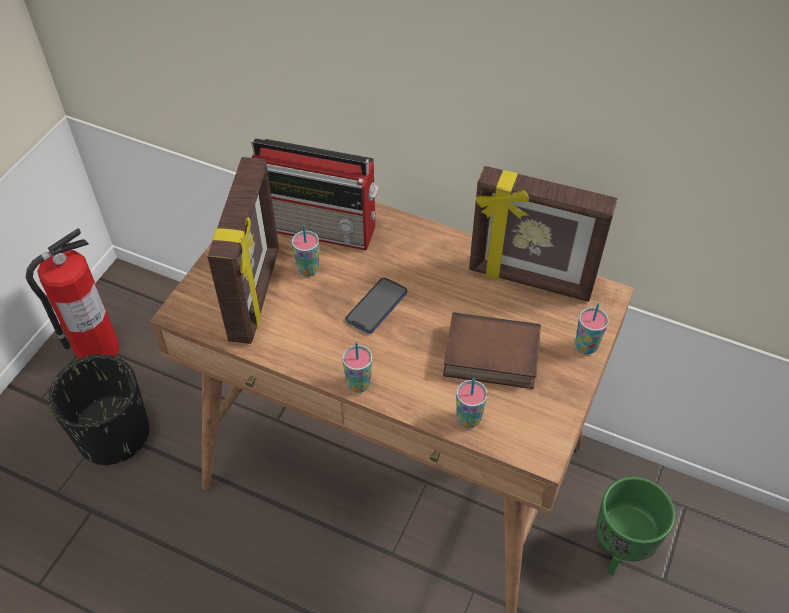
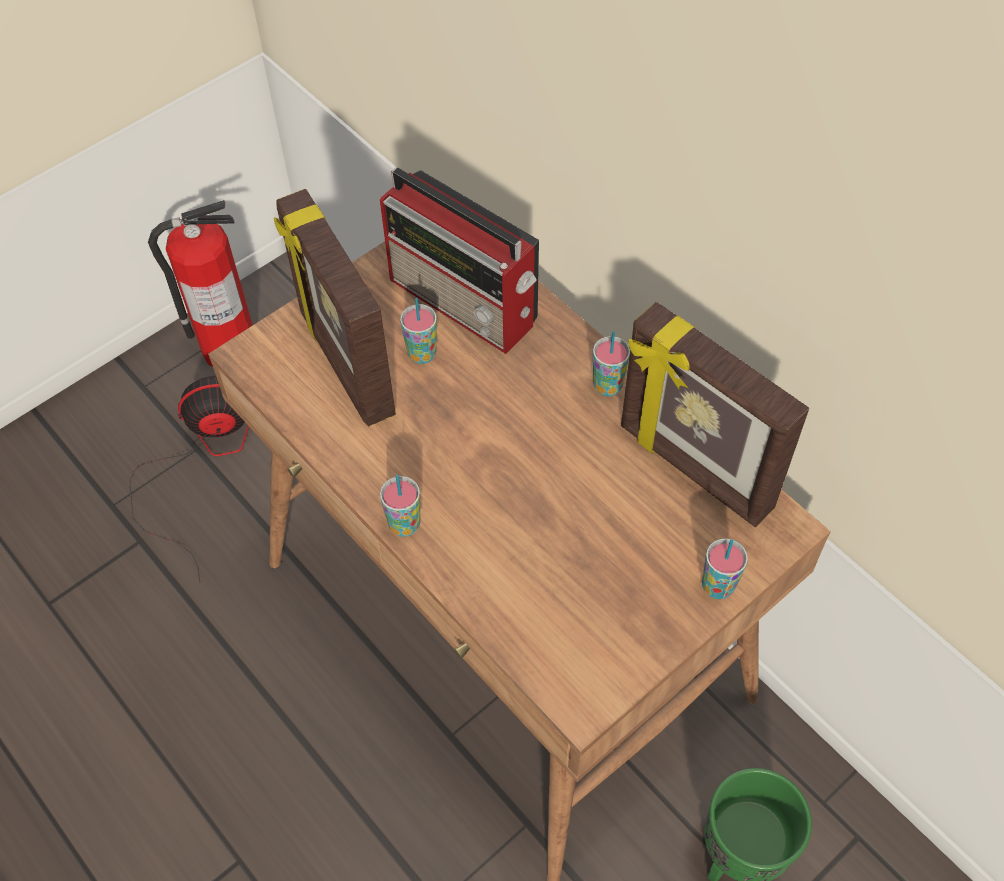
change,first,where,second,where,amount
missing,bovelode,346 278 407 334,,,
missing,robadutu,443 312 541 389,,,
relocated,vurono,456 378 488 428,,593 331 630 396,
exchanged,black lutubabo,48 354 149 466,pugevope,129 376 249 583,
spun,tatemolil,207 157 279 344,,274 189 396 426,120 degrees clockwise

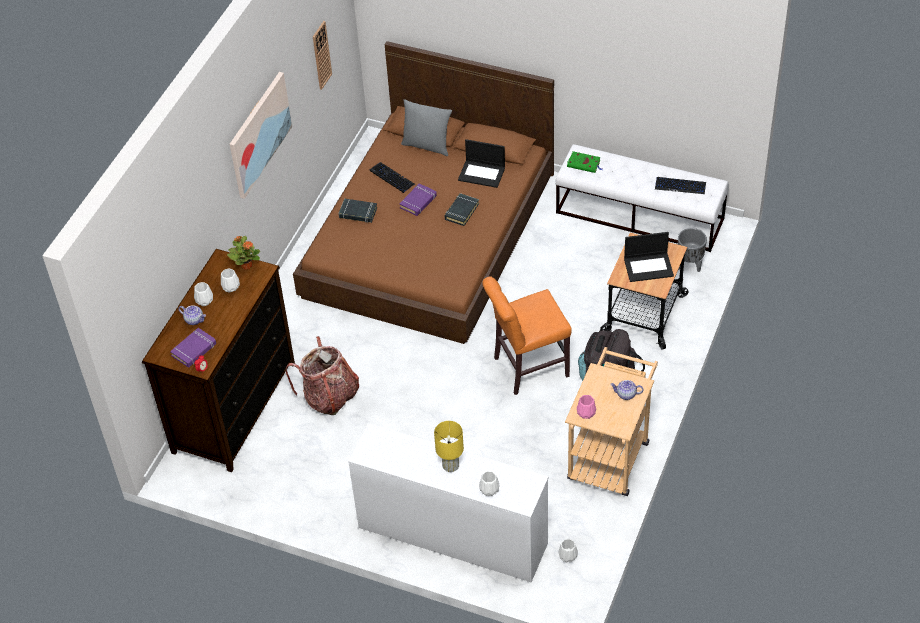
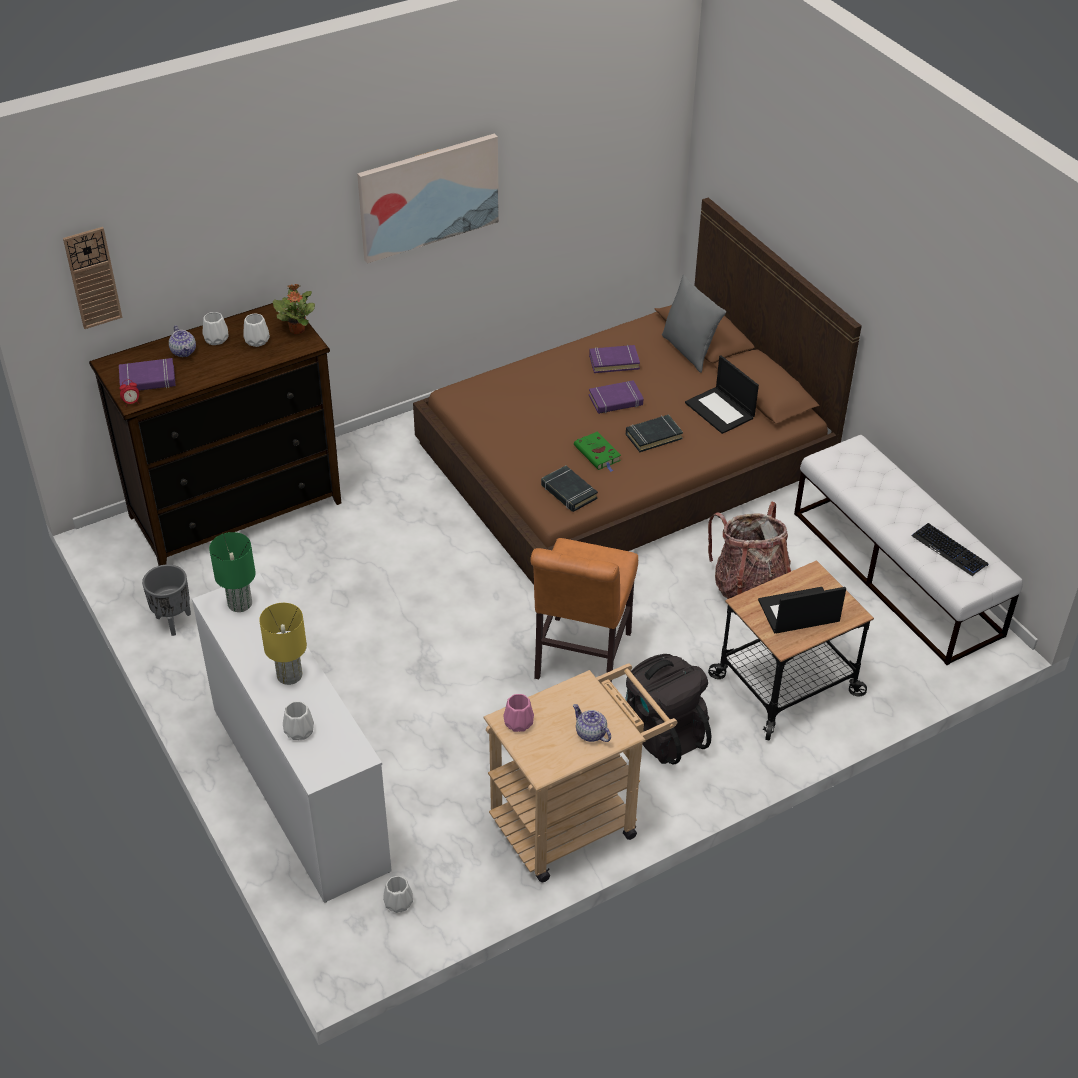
change,first,where,second,where,amount
appeared,,,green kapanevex,209 532 256 612,
relocated,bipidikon,286 336 359 415,,708 501 791 599,
relocated,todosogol,313 21 332 90,,63 227 123 329,
relocated,black robadutu,339 199 377 223,,541 465 598 512,
relocated,green robadutu,567 151 602 173,,574 432 621 472,
relocated,grey lutubabo,678 228 707 272,,142 564 191 636,
exchanged,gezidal,369 162 415 193,purple robadutu,589 345 640 373,
spun,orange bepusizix,482 276 572 395,,531 538 638 683,90 degrees counterclockwise
spun,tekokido,624 232 674 282,,758 587 846 633,135 degrees clockwise

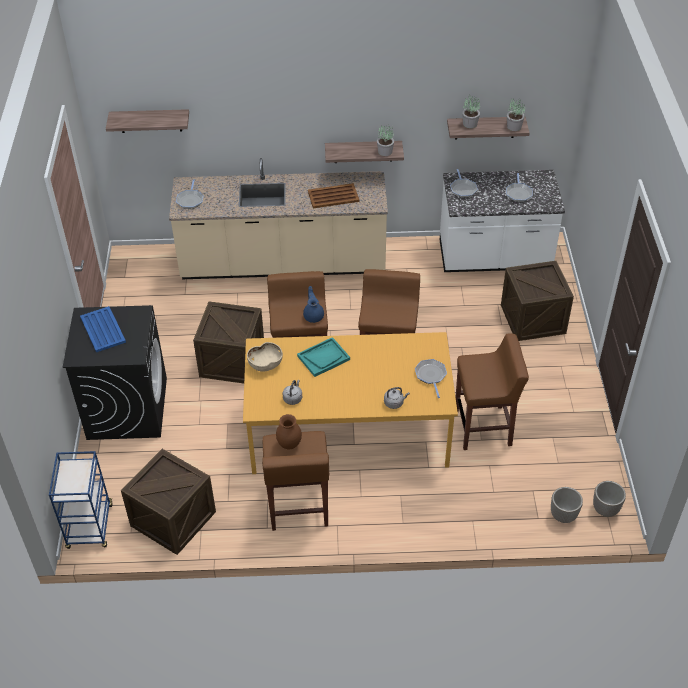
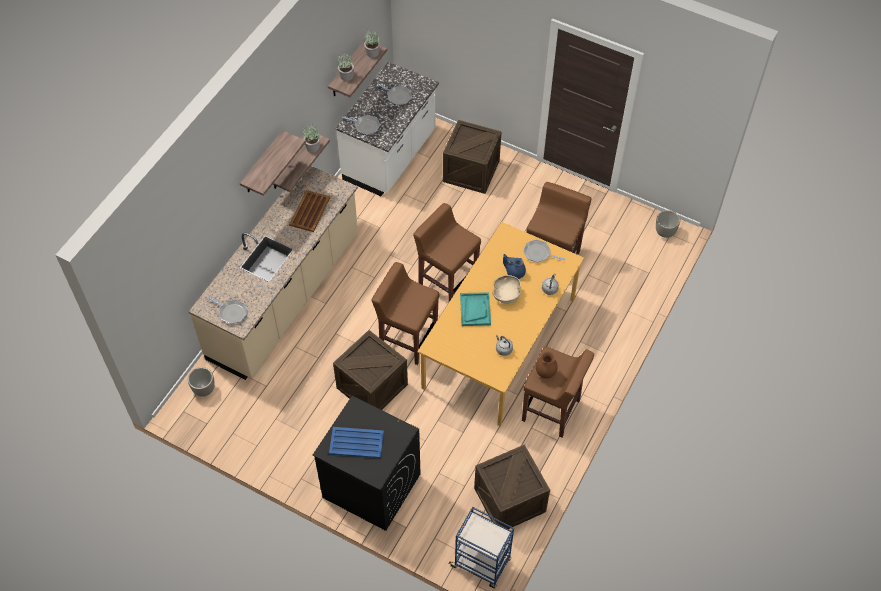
change,first,where,second,where,amount
relocated,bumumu,106 109 189 133,,240 130 306 196,
relocated,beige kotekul,247 342 283 372,,493 275 521 304,
relocated,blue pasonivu,303 286 324 323,,503 254 526 279,
relocated,lutubabo,551 487 583 523,,188 367 215 397,

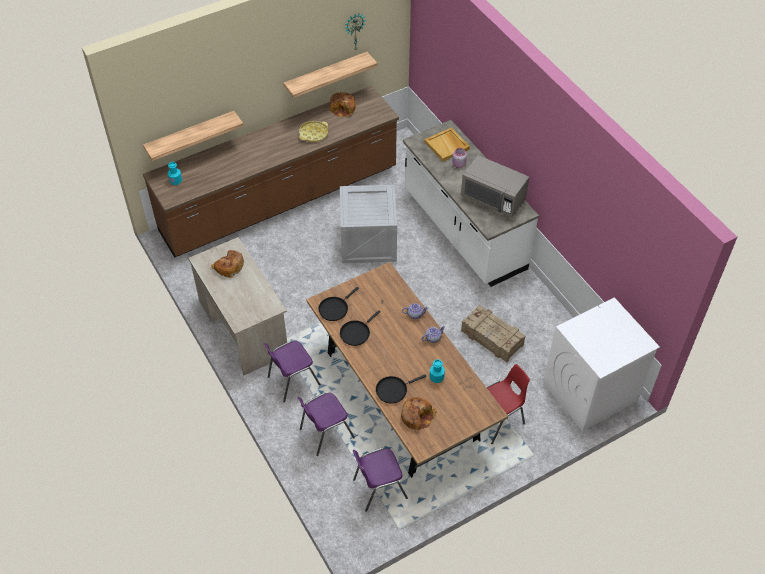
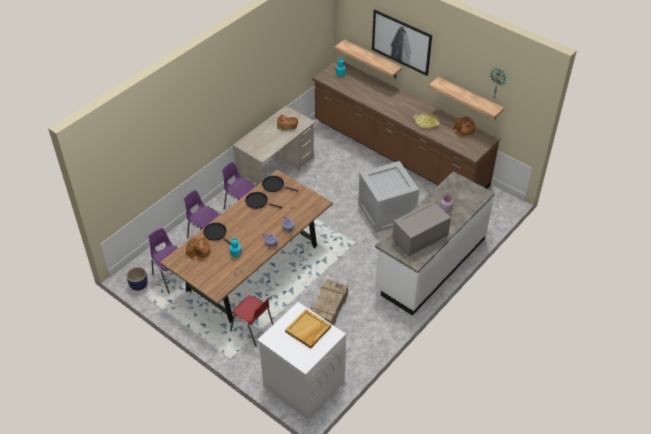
change,first,where,second,where,amount
appeared,,,lutubabo,126 267 148 291,
appeared,,,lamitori,372 9 432 76,
relocated,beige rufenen,425 128 470 162,,285 309 331 349,
spun,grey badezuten,461 155 529 217,,392 201 451 256,45 degrees clockwise

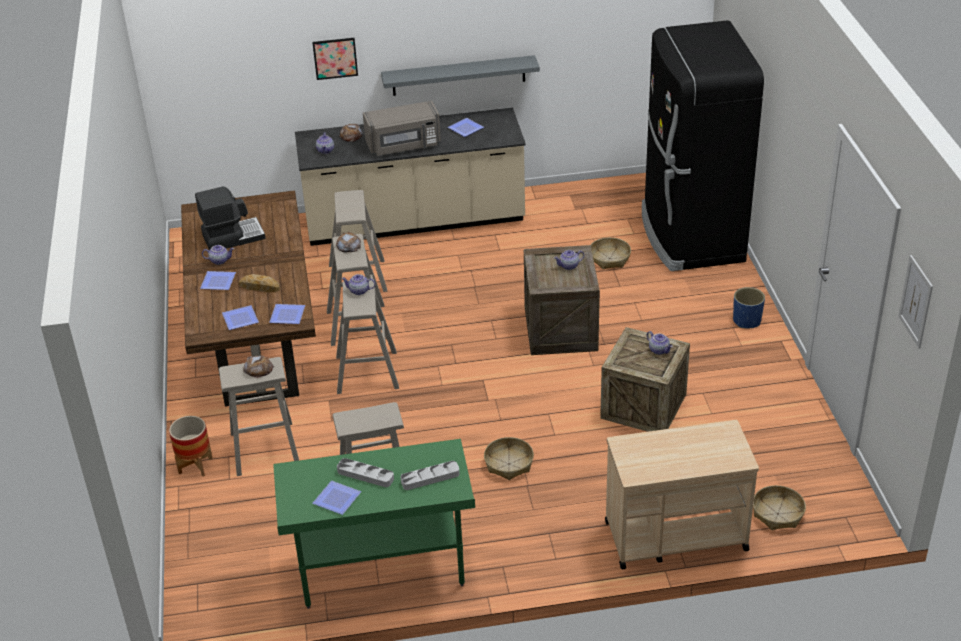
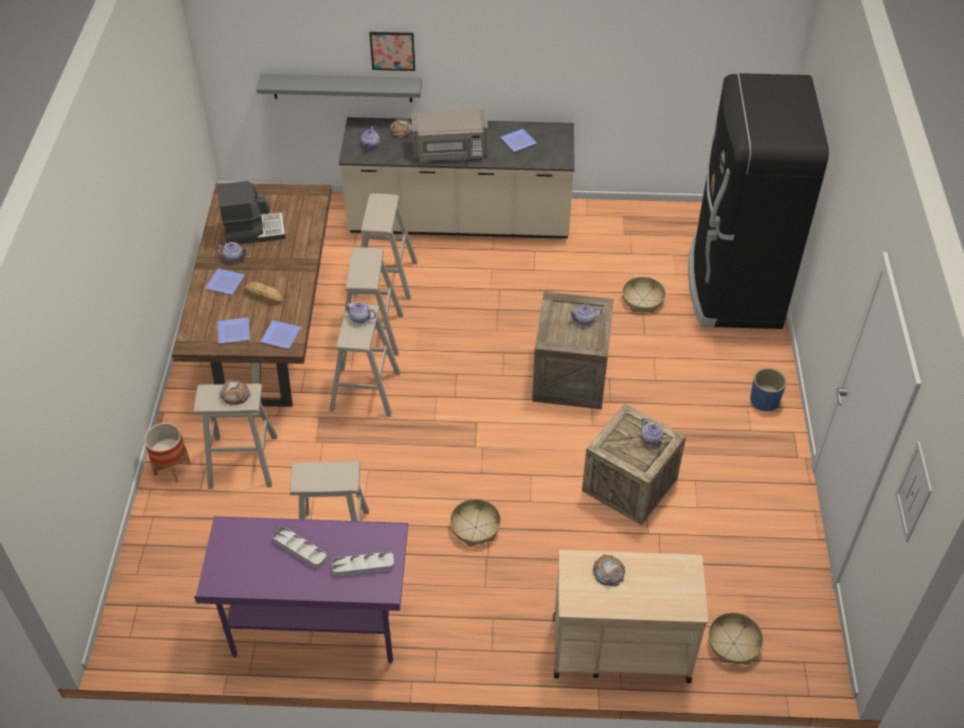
change,first,where,second,where,amount
missing,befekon,312 481 361 515,,,
relocated,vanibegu,336 232 361 253,,593 554 625 586,
relocated,grey bumumu,381 55 540 96,,256 74 422 102,
colour,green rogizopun,273 439 475 609,purple rogizopun,194 516 408 663,

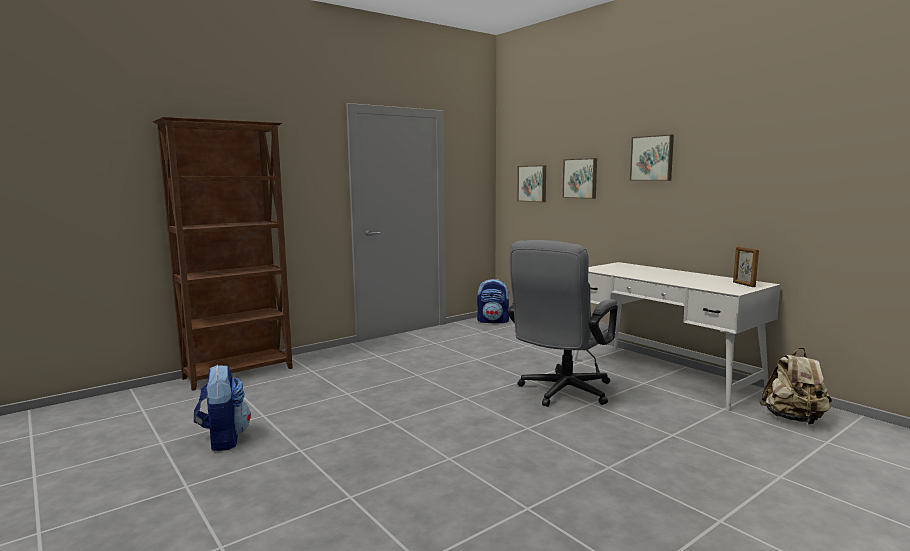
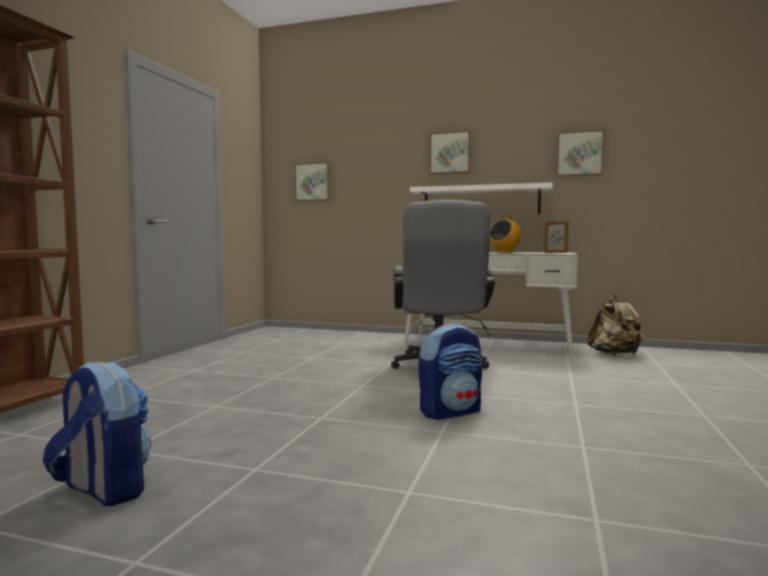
change,first,where,second,where,amount
appeared,,,white bumumu,410 183 553 214,
appeared,,,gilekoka,490 216 522 253,
relocated,bipidikon,477 279 510 323,,419 323 483 419,
relocated,lamitori,562 158 597 199,,557 130 604 176,

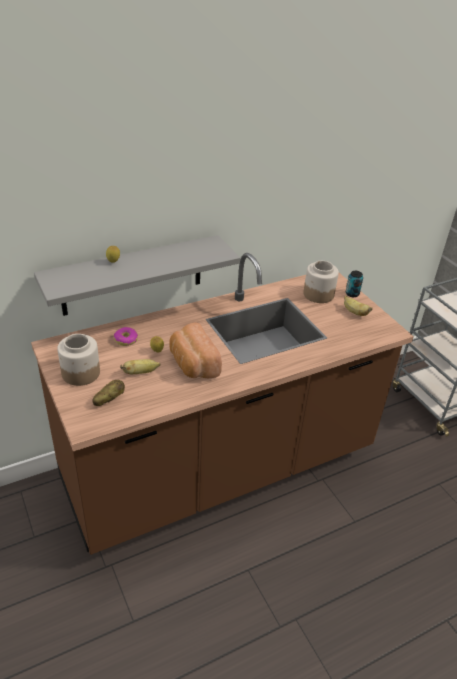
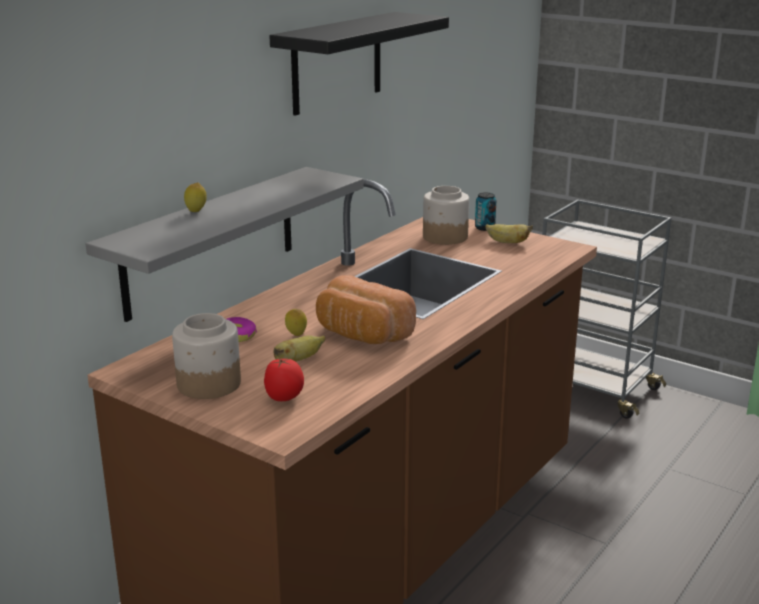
change,first,where,second,where,amount
appeared,,,black bumumu,270 12 449 115,
exchanged,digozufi,92 380 125 406,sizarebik,264 358 304 401,

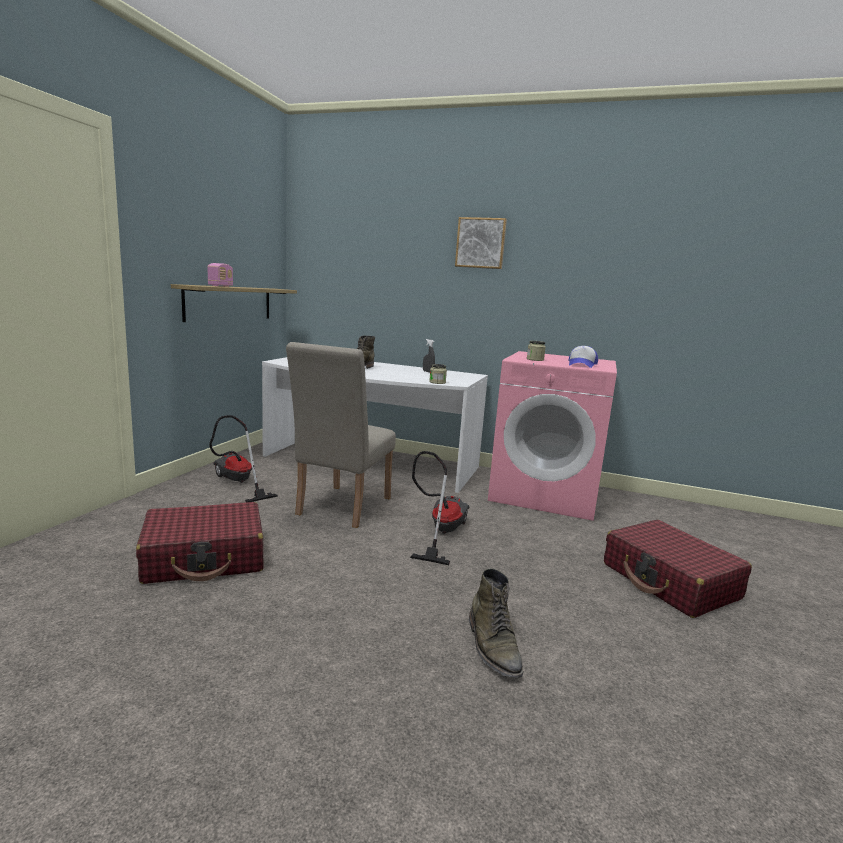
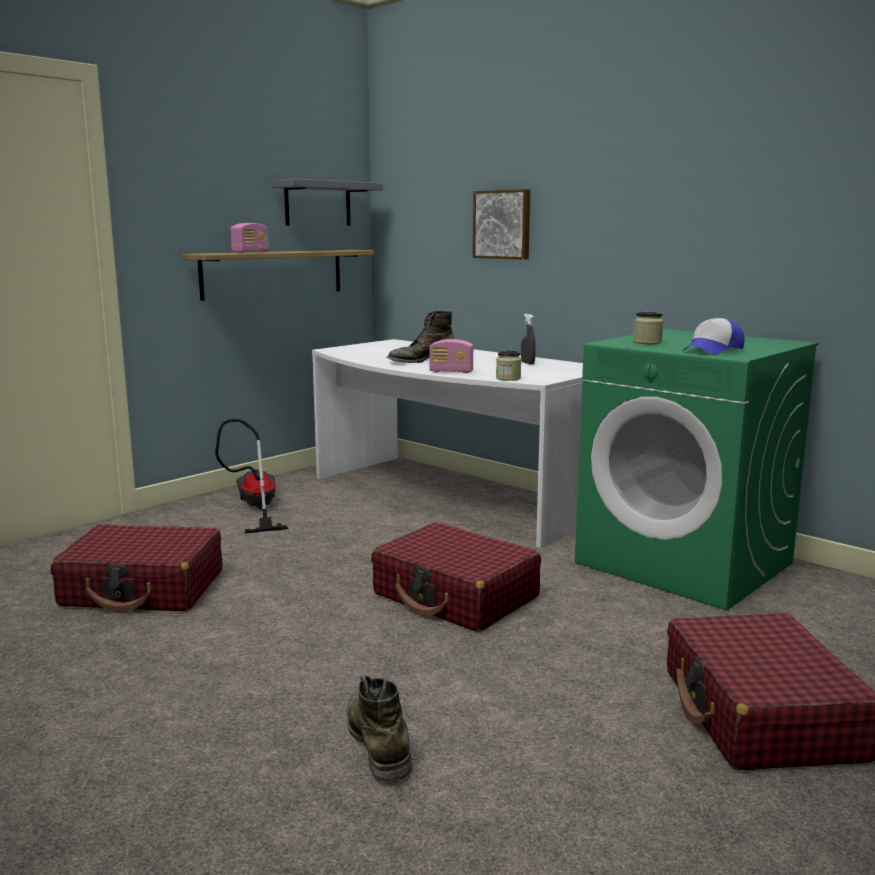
change,first,where,second,where,amount
missing,beige bepusizix,286 342 396 528,,,
appeared,,,grey bumumu,271 179 383 226,
appeared,,,gilekoka,429 339 474 373,
relocated,lamitori,455 217 507 269,,473 189 530 260,
exchanged,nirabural,410 451 469 565,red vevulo,371 522 541 632,
colour,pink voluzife,488 351 617 521,green voluzife,575 329 818 610,
spun,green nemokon,469 568 523 678,,347 675 412 782,150 degrees clockwise

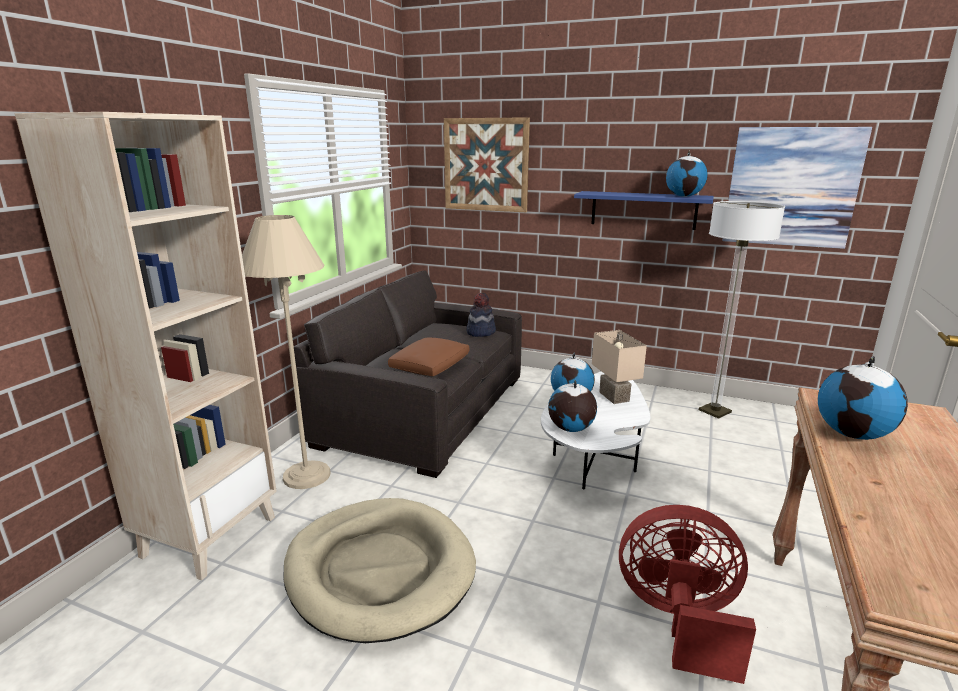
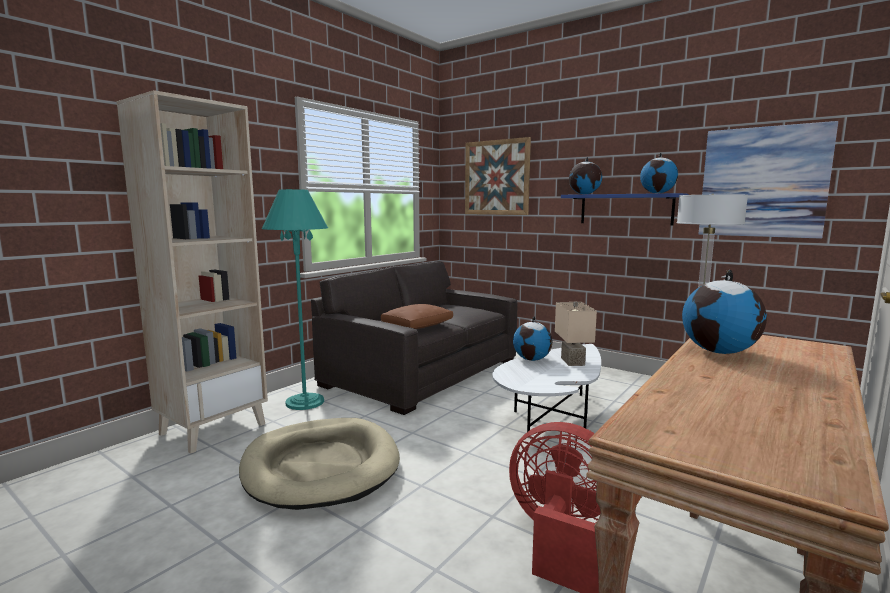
change,first,where,second,where,amount
missing,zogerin,466 293 496 337,,,
relocated,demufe,548 380 597 432,,569 157 602 194,
colour,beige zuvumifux,242 215 331 489,turquoise zuvumifux,262 189 328 410,

